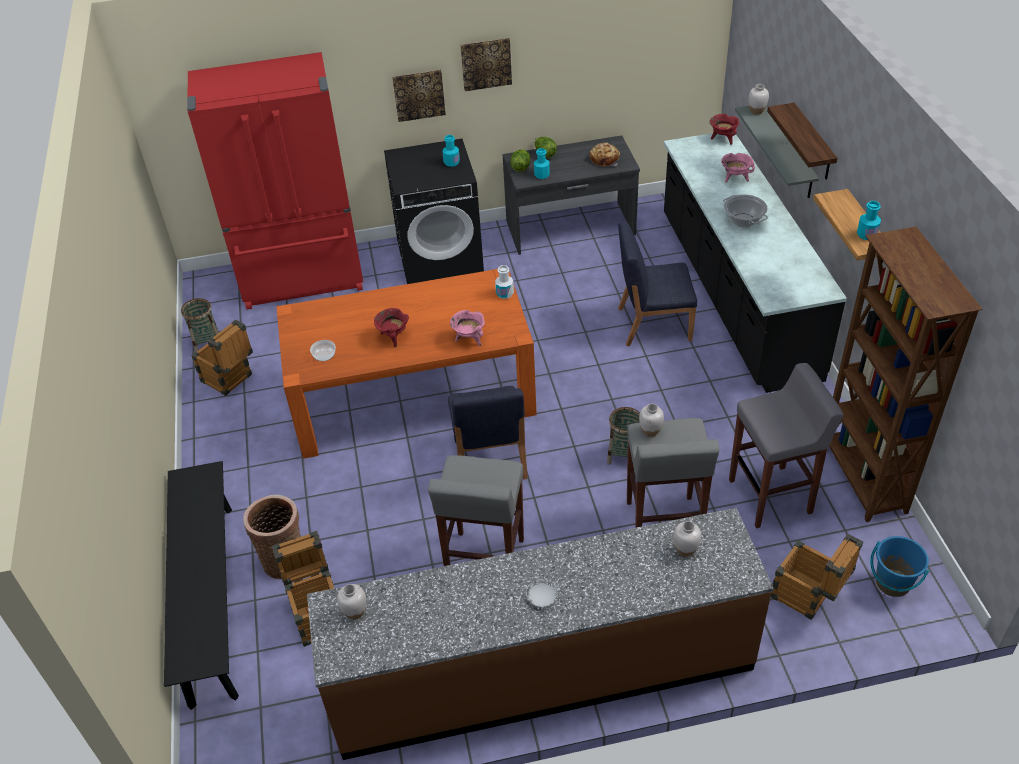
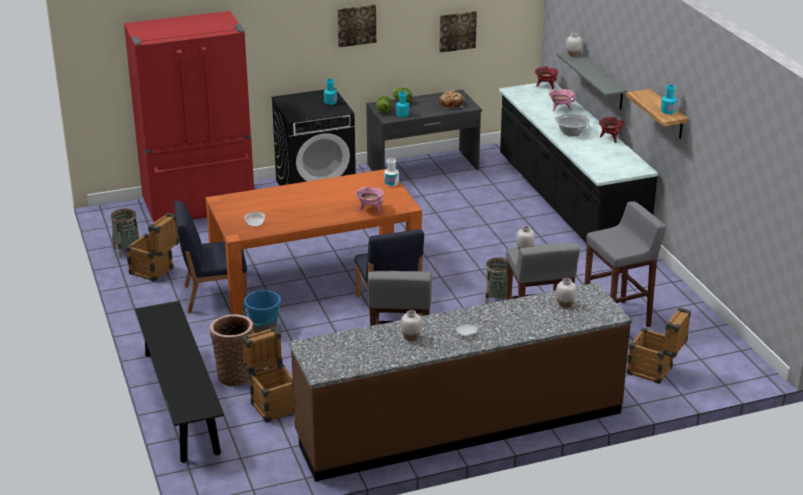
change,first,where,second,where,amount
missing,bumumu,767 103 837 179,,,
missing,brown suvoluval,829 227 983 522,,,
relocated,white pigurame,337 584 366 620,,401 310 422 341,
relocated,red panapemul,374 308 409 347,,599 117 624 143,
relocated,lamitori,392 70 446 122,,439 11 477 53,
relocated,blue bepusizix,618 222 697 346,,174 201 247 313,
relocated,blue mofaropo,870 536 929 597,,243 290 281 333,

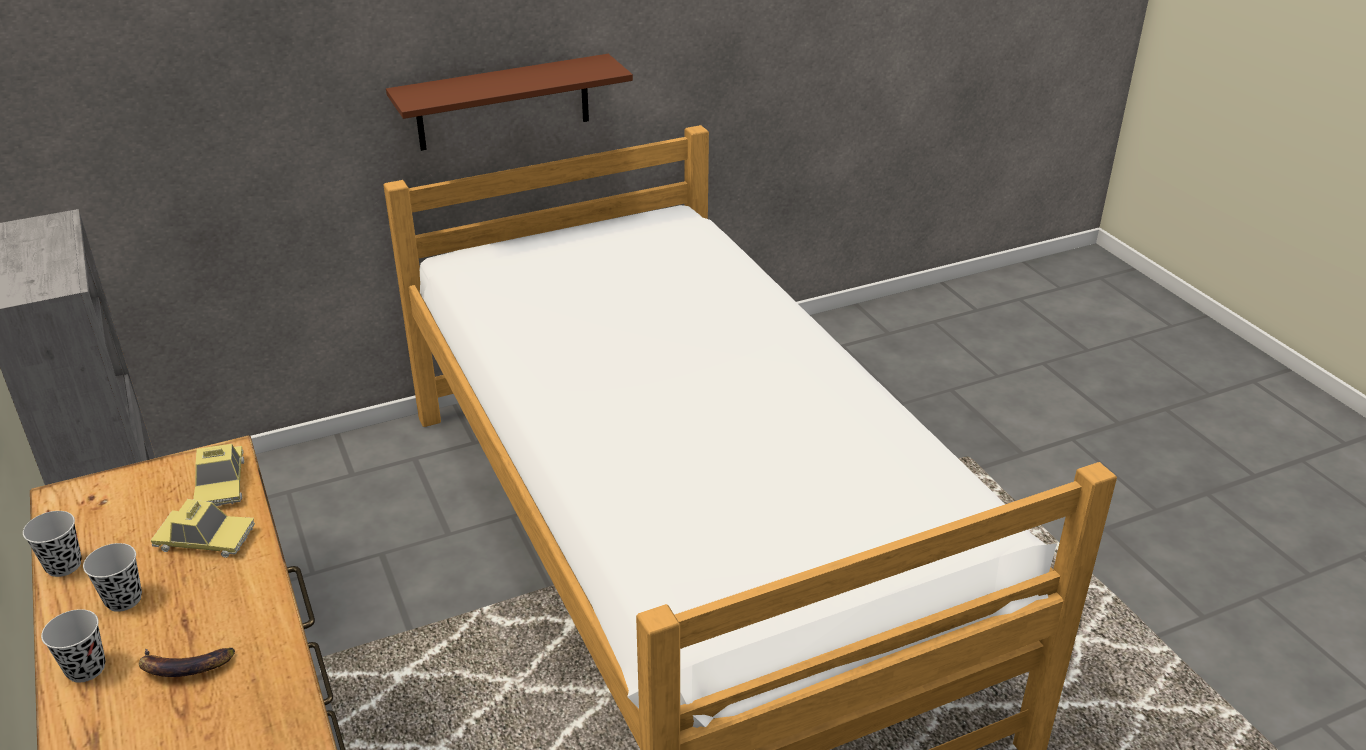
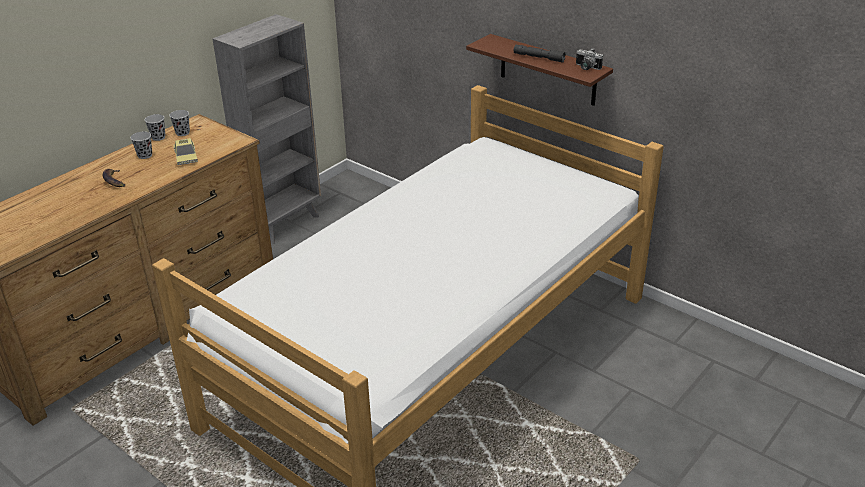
change,first,where,second,where,amount
missing,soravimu,193 444 244 506,,,
appeared,,,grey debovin,514 45 566 63,
appeared,,,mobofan,576 48 603 70,
relocated,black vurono,41 609 105 683,,169 110 190 136,

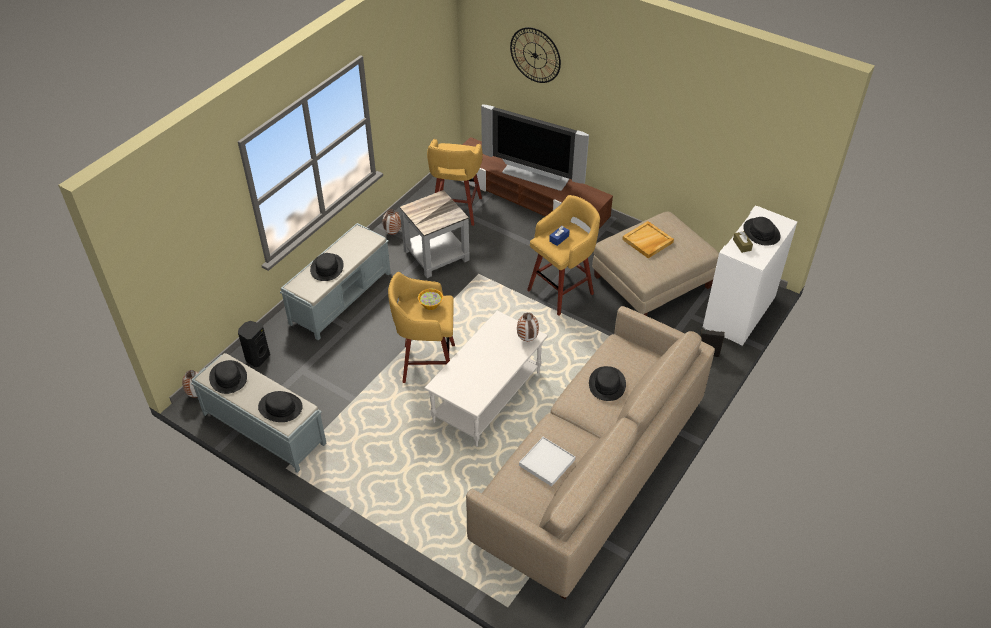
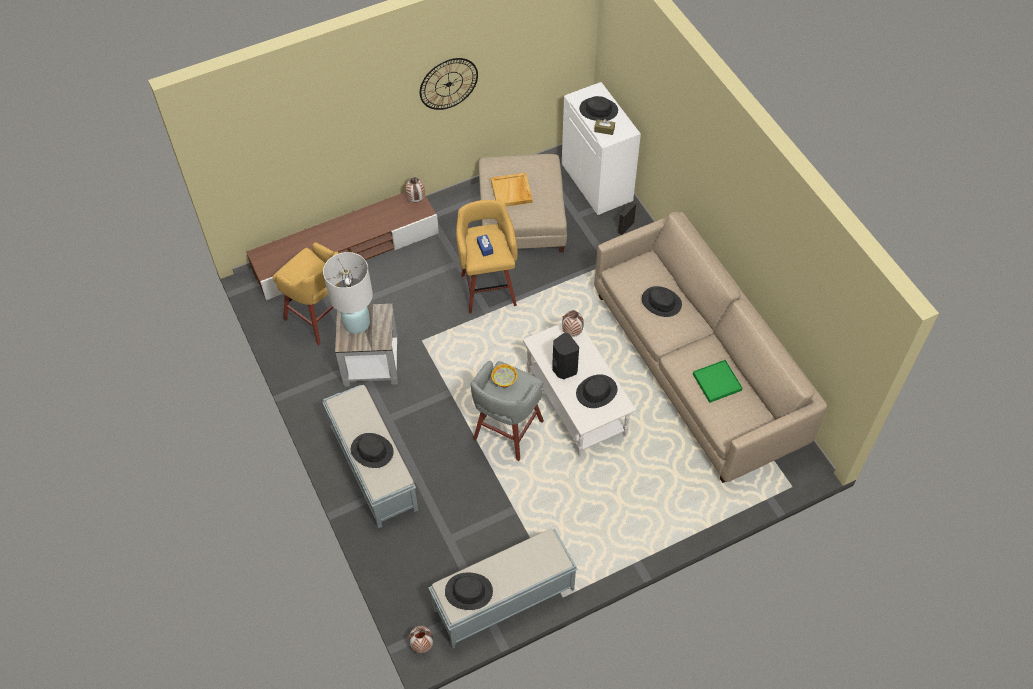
change,first,where,second,where,amount
missing,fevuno,481 104 589 191,,,
appeared,,,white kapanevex,323 252 373 334,
relocated,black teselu,238 321 270 367,,552 333 579 379,
relocated,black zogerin,258 391 303 422,,576 374 617 408,
relocated,pigurame,383 209 401 235,,405 177 425 203,
relocated,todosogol,510 27 561 83,,420 58 478 110,
colour,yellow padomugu,388 272 455 383,grey padomugu,471 361 544 461,
colour,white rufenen,519 437 575 487,green rufenen,693 360 743 403,

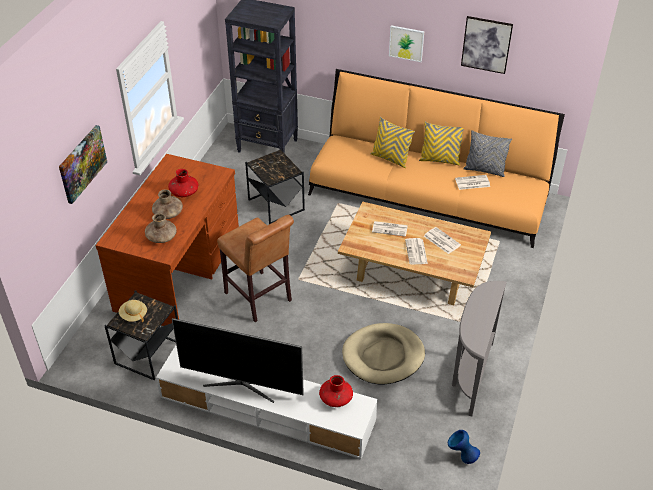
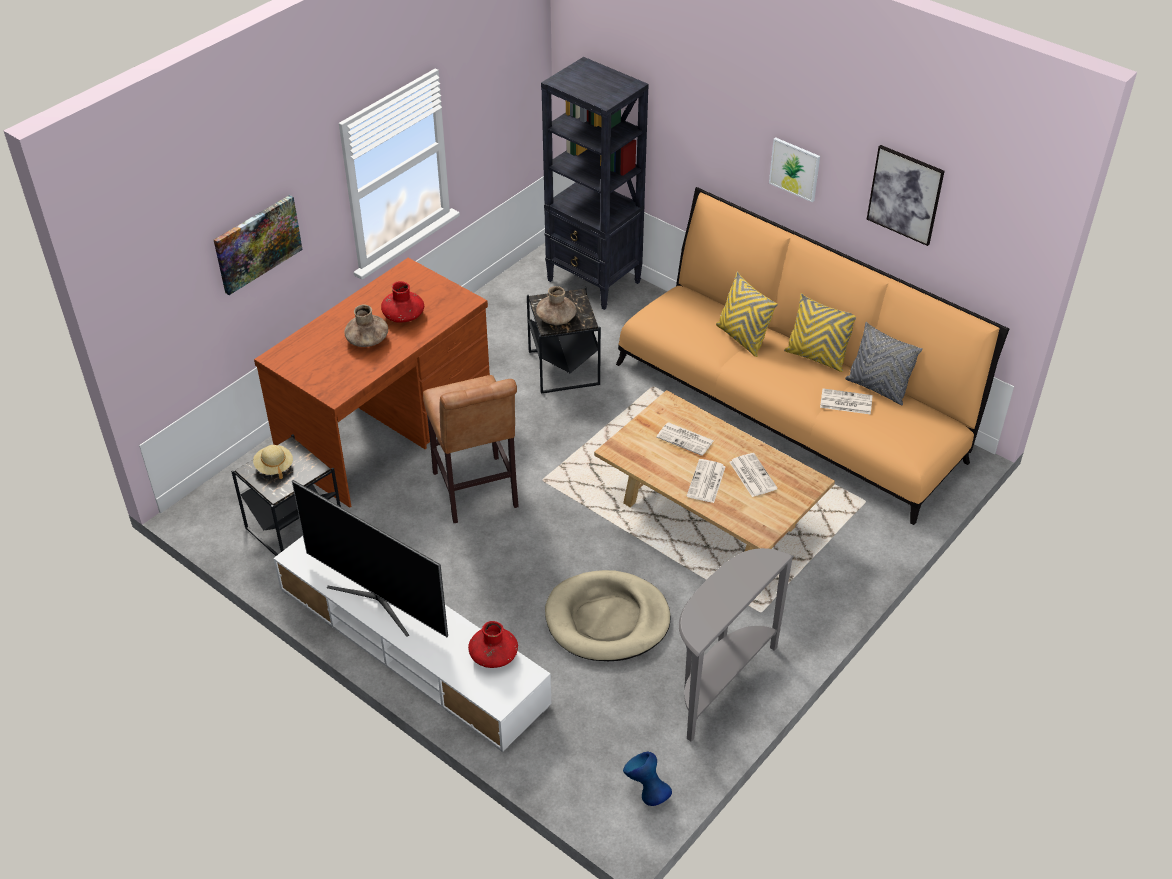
change,first,where,second,where,amount
relocated,brown pigurame,145 213 177 243,,536 286 577 325,

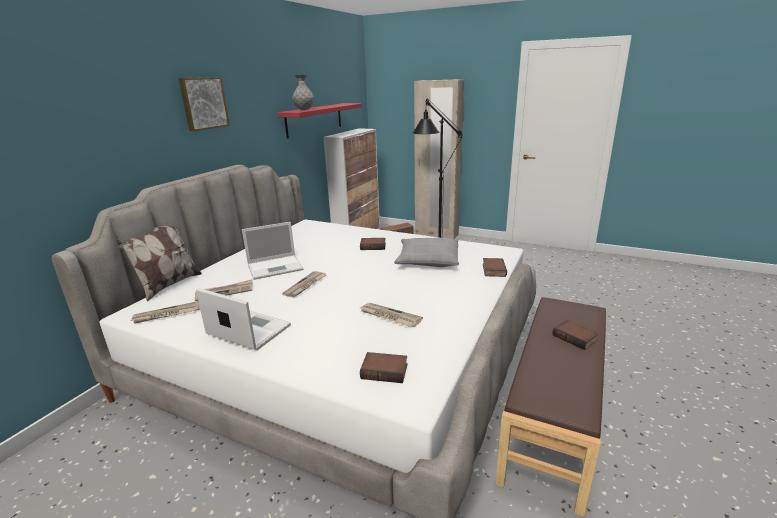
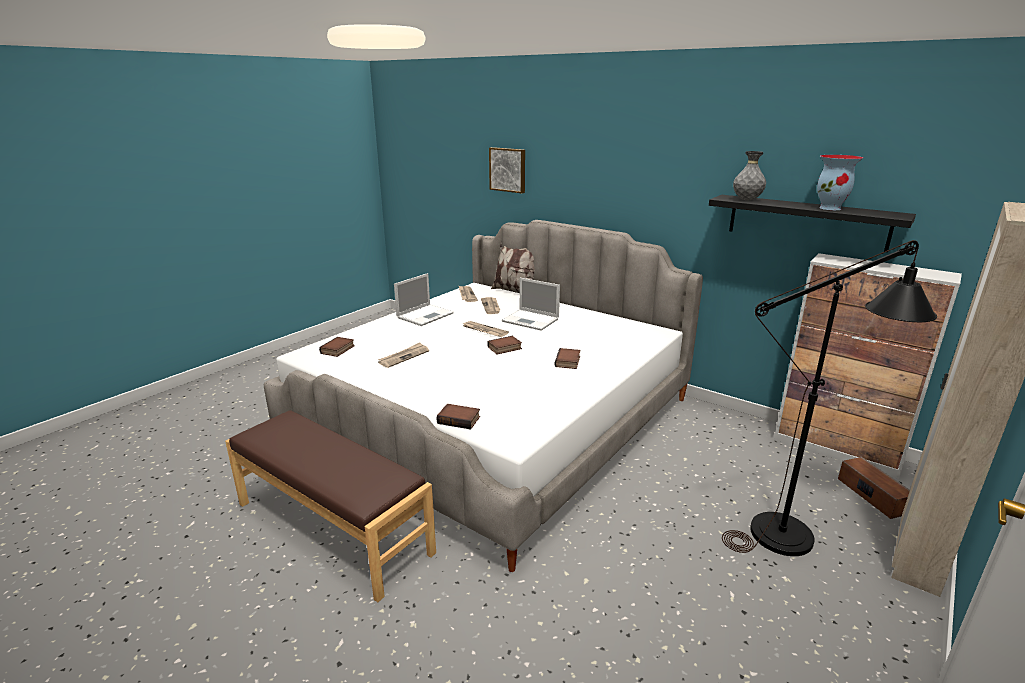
change,first,where,second,where,amount
missing,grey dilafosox,394 238 459 267,,,
appeared,,,pigurame,817 155 863 210,
relocated,lamitori,179 77 230 131,,489 147 525 193,
relocated,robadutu,553 320 599 350,,487 336 522 354,
colour,red bumumu,277 103 362 138,black bumumu,709 195 916 252,
spun,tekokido,242 222 304 280,,502 278 560 331,45 degrees counterclockwise

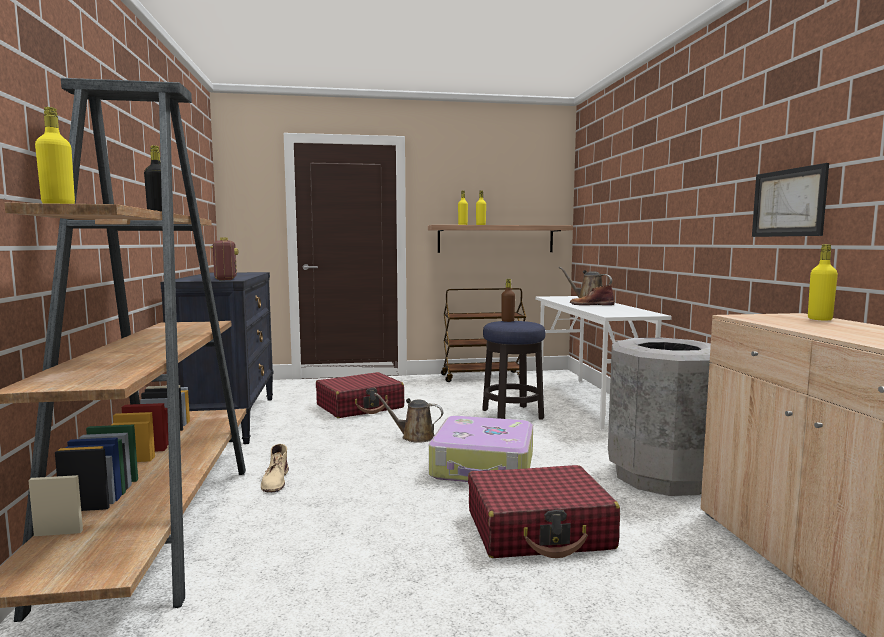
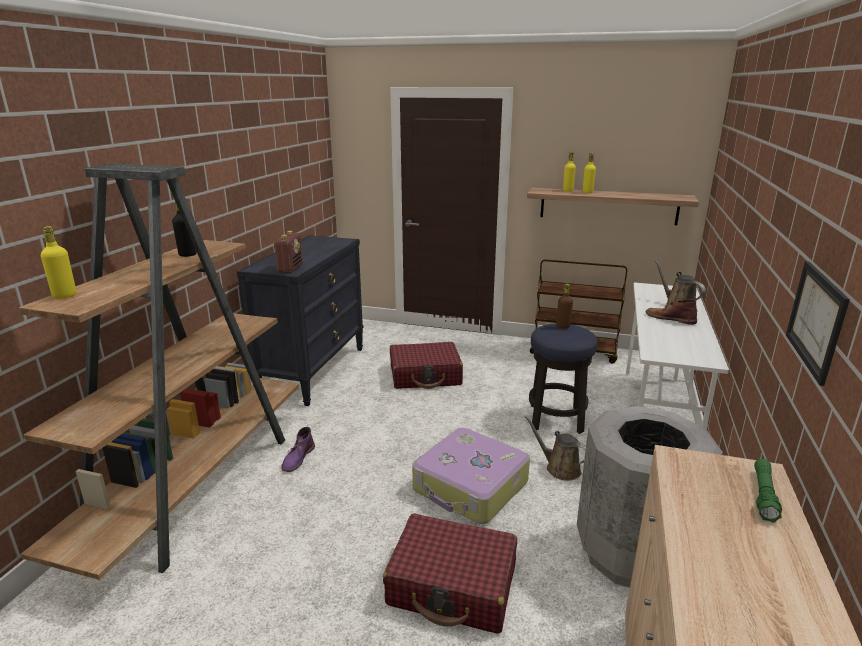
change,first,where,second,where,amount
relocated,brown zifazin,374 393 444 443,,525 416 586 481,
exchanged,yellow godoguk,808 244 838 321,green debovin,754 459 782 523,
colour,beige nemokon,261 444 289 493,purple nemokon,281 427 315 472,

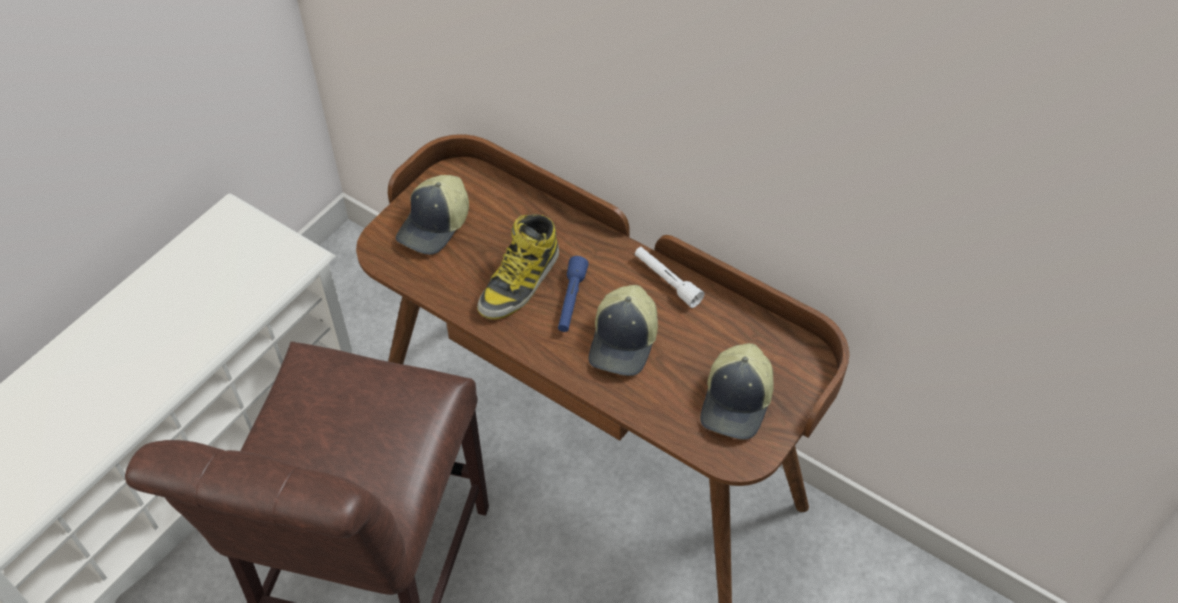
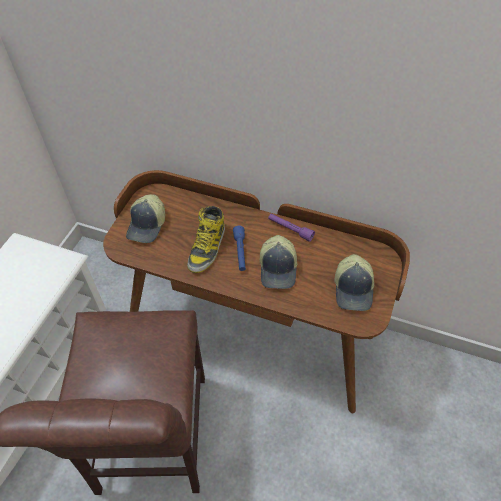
change,first,where,second,where,amount
colour,white debovin,635 247 705 308,purple debovin,268 214 315 242,

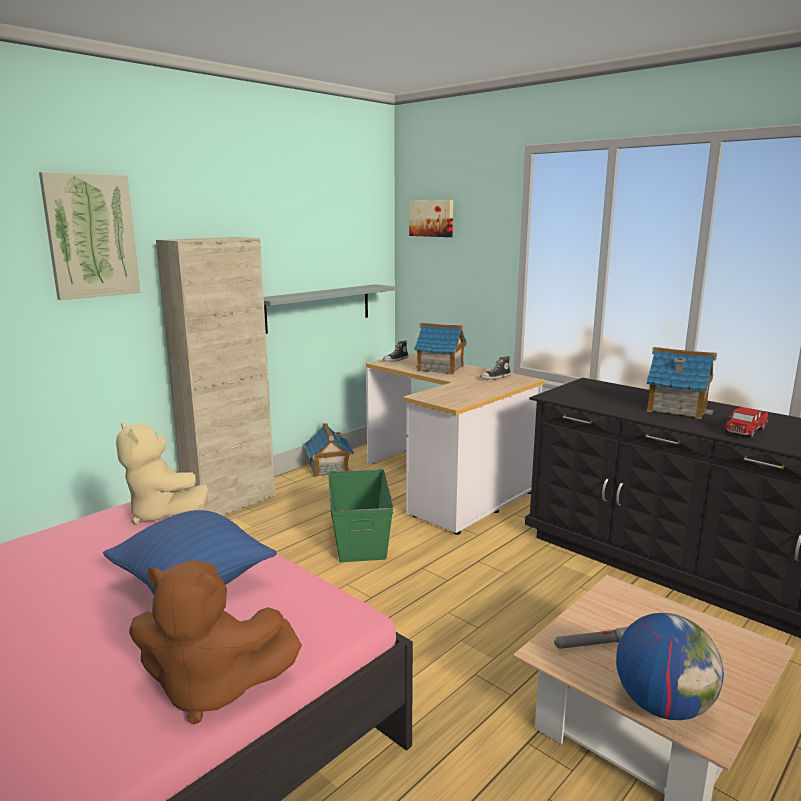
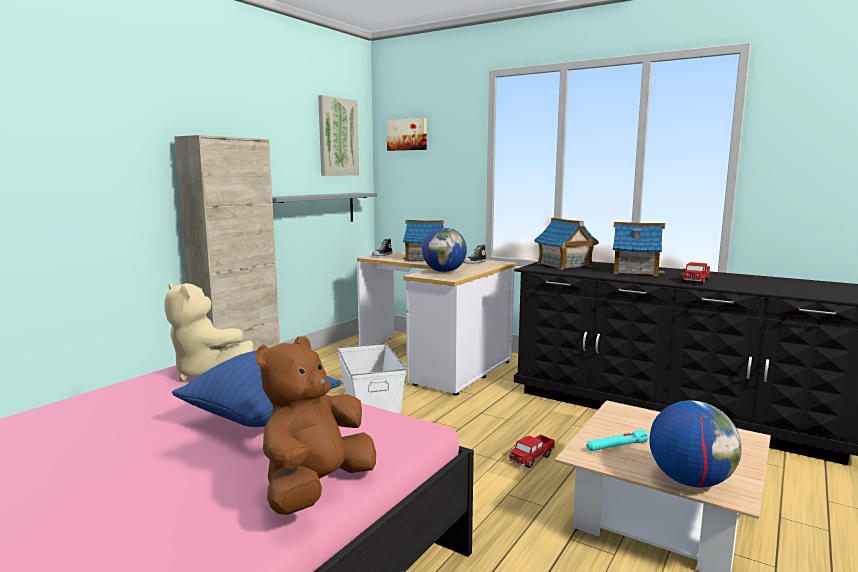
change,first,where,second,where,amount
appeared,,,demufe,422 227 467 272,
appeared,,,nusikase,509 434 555 468,
relocated,lamitori,39 172 140 300,,318 95 359 176,
relocated,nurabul,304 423 354 477,,534 218 599 270,
colour,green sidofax,328 469 394 562,white sidofax,337 343 406 414,
colour,grey debovin,554 627 628 649,turquoise debovin,586 430 648 451,
spun,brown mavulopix,129 561 302 724,,256 336 376 515,120 degrees clockwise

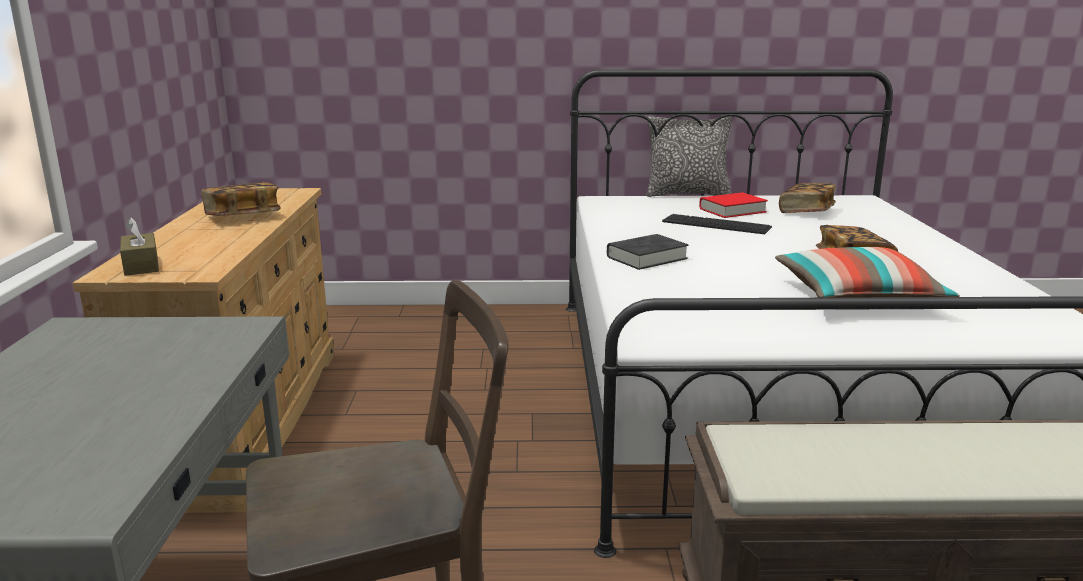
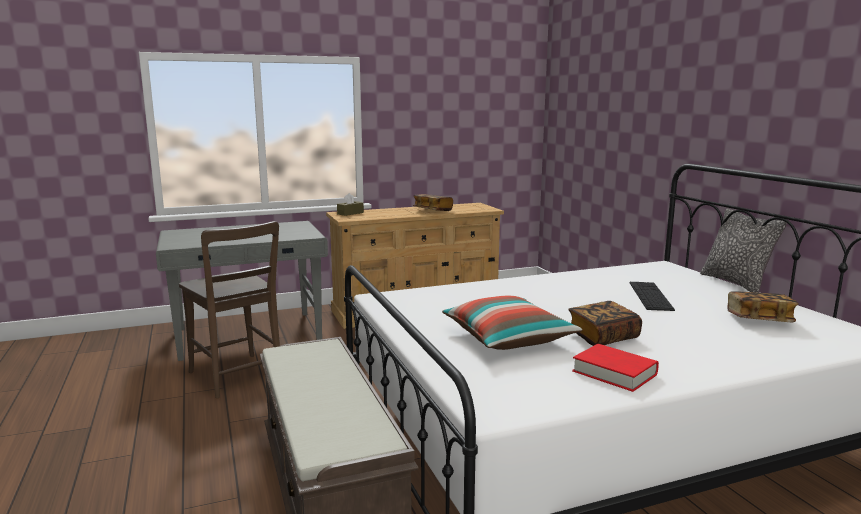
change,first,where,second,where,amount
missing,black robadutu,607 234 688 270,,,
relocated,red robadutu,699 192 768 218,,572 344 659 392,

